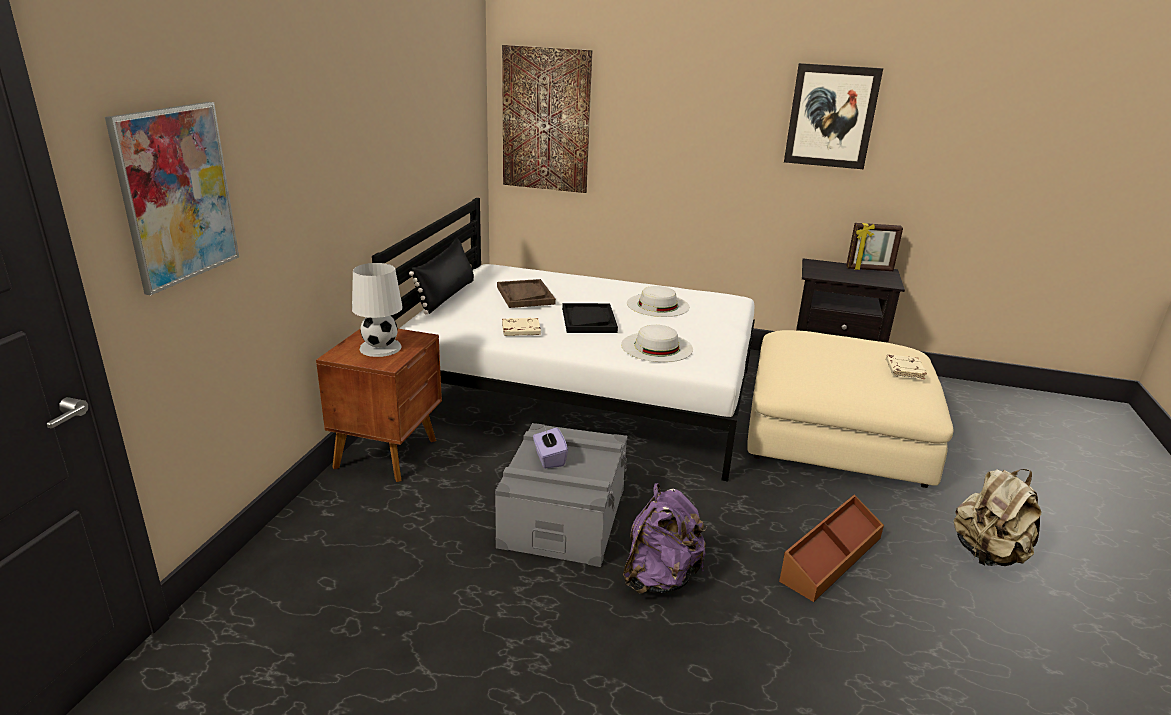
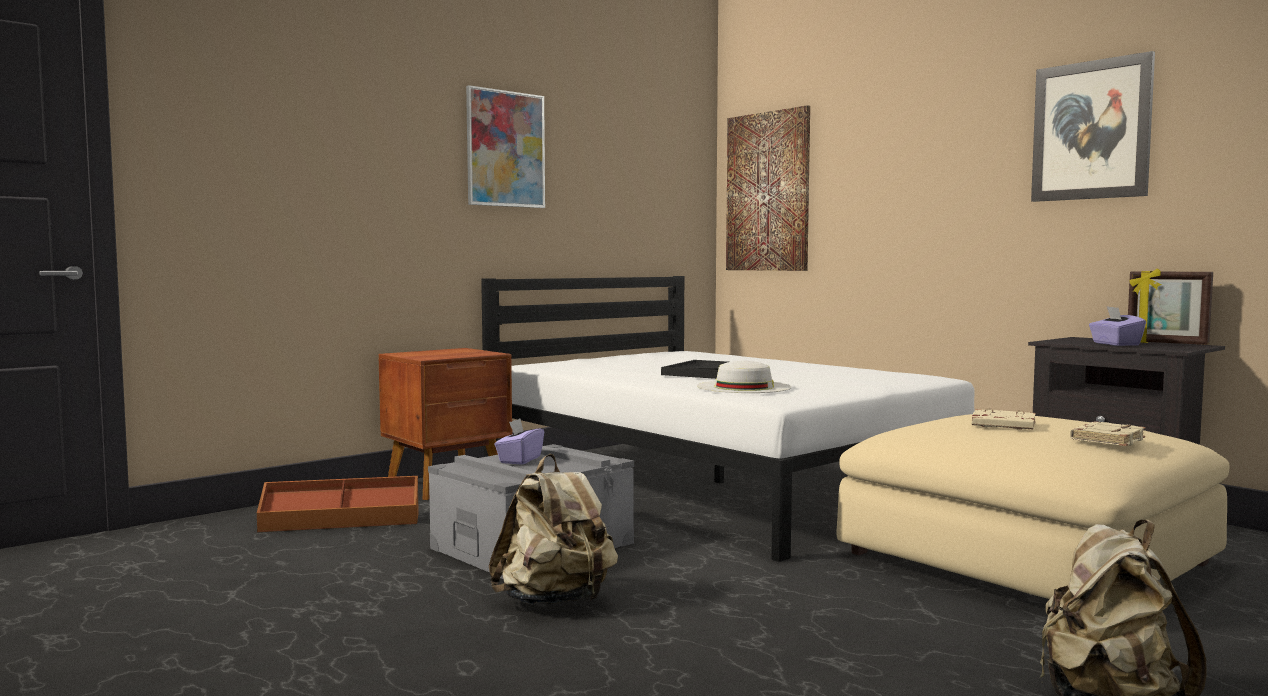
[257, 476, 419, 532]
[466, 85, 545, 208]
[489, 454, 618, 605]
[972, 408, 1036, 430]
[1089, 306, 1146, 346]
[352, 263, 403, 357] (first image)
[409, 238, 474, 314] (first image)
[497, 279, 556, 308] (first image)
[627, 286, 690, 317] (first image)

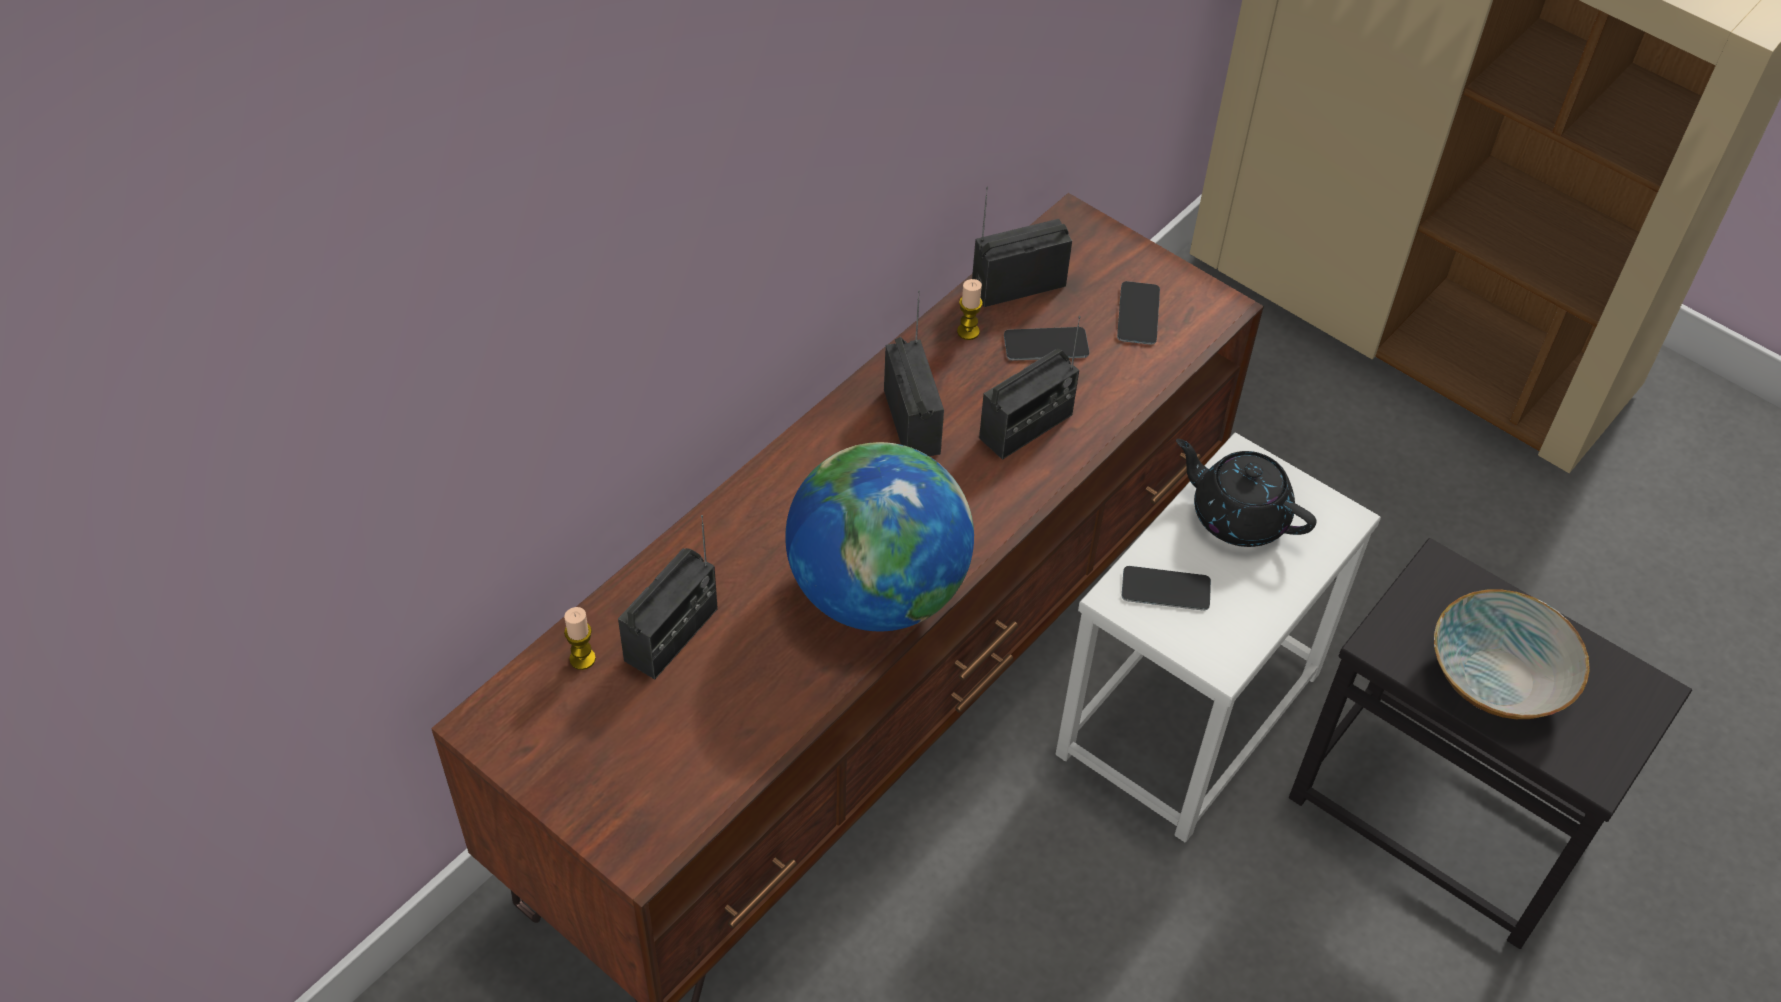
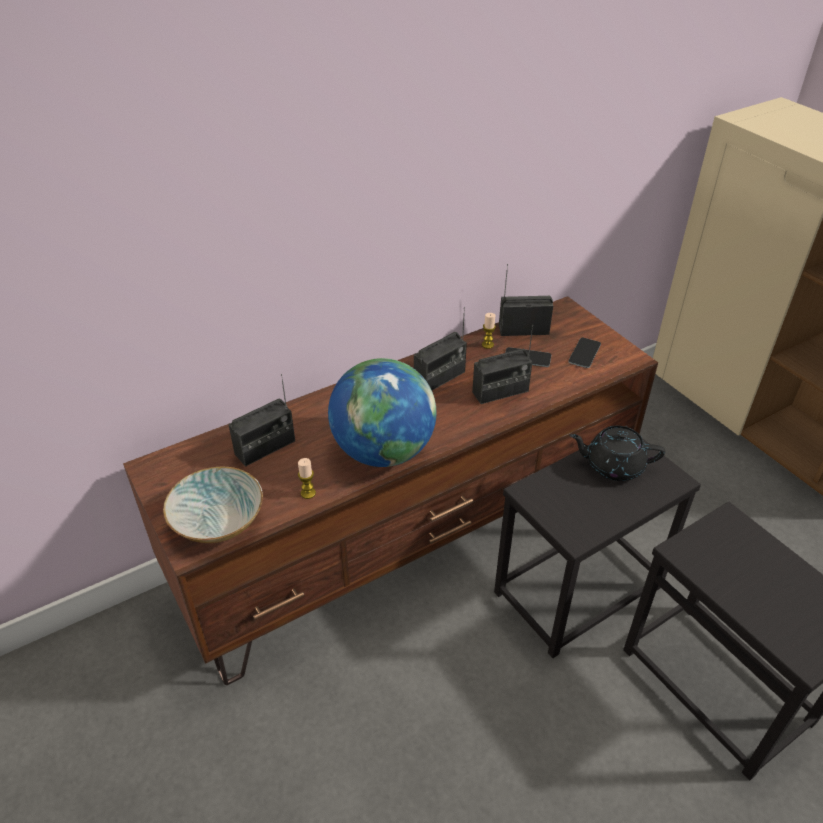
[163, 466, 263, 543]
[298, 458, 316, 499]
[414, 307, 467, 390]
[494, 426, 701, 658]
[569, 426, 665, 481]
[1122, 566, 1211, 611] (first image)

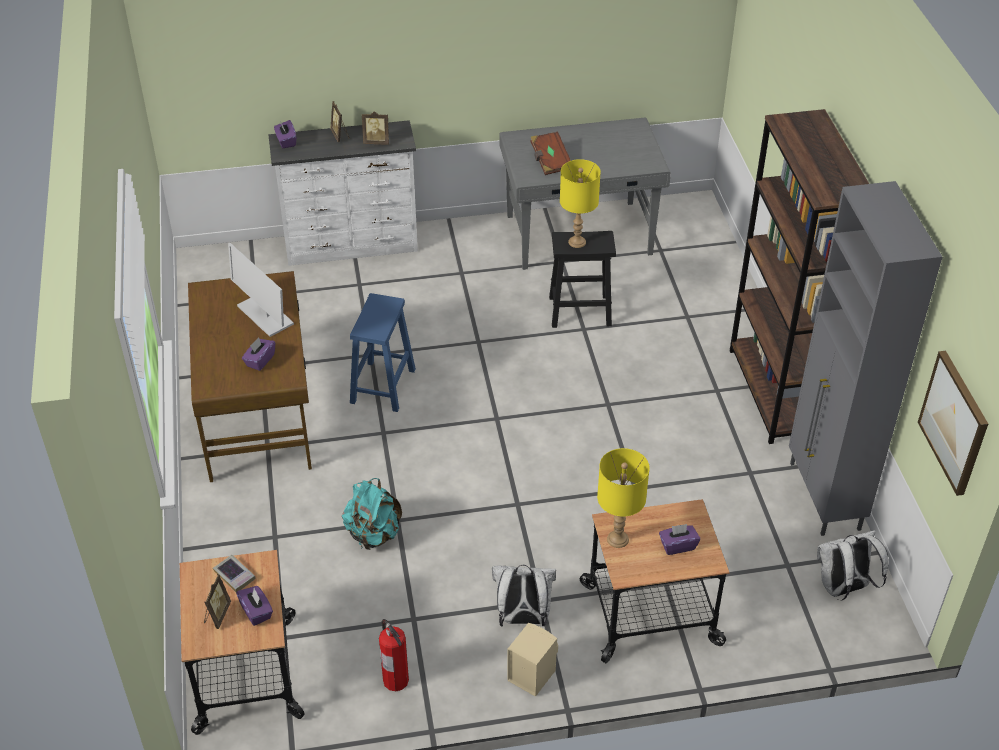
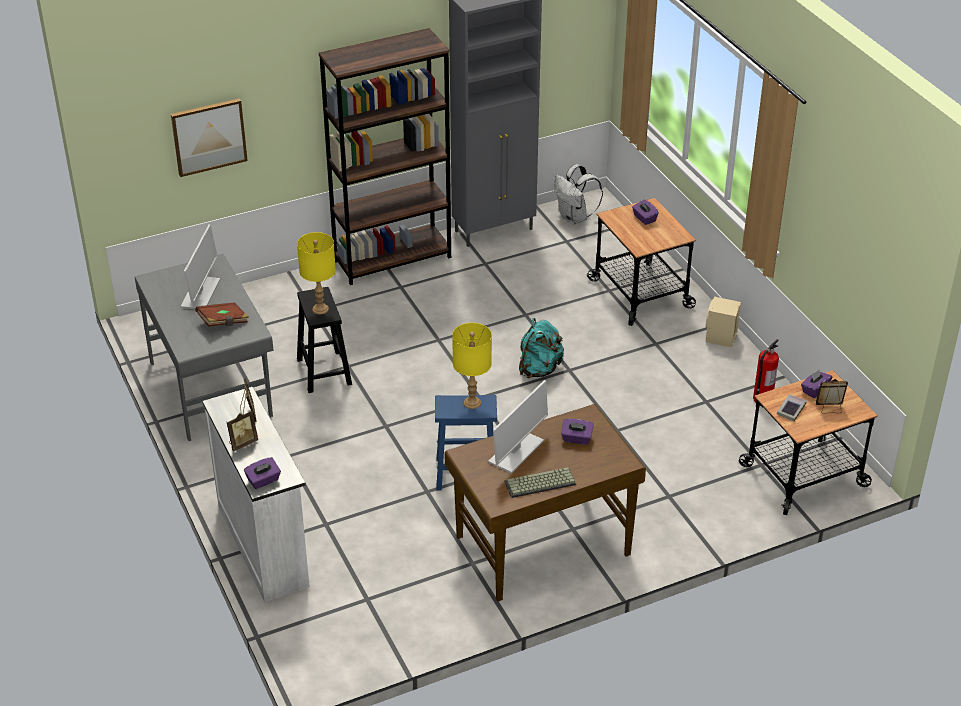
[171, 98, 248, 177]
[181, 224, 220, 309]
[452, 323, 492, 409]
[505, 467, 576, 498]
[519, 318, 564, 378]
[492, 565, 556, 627] (first image)

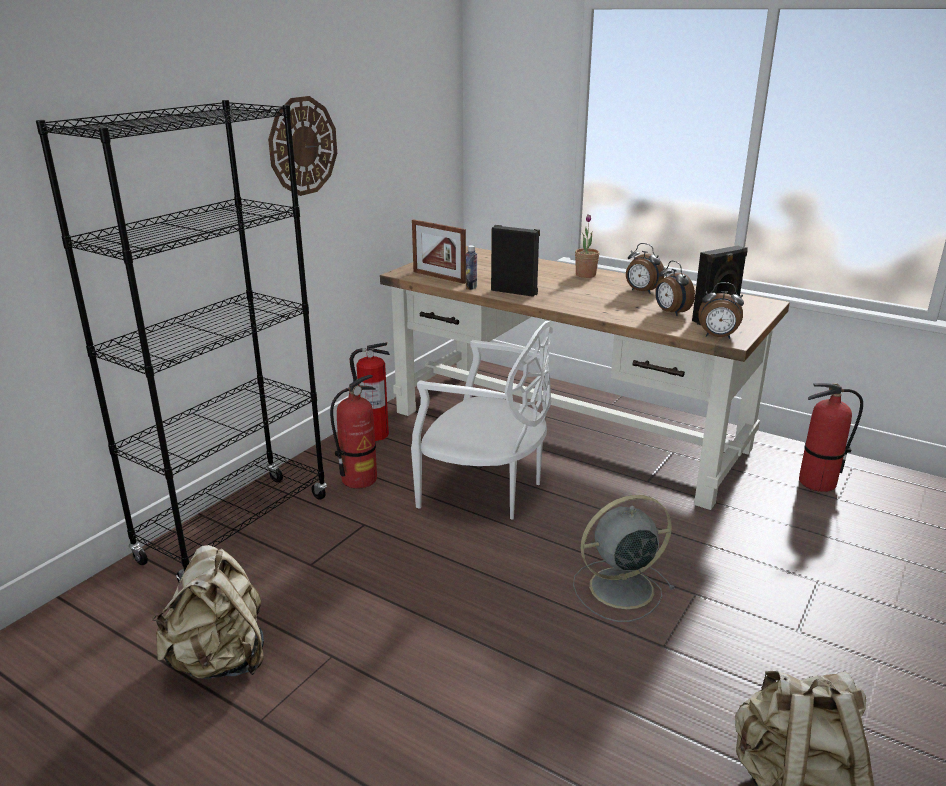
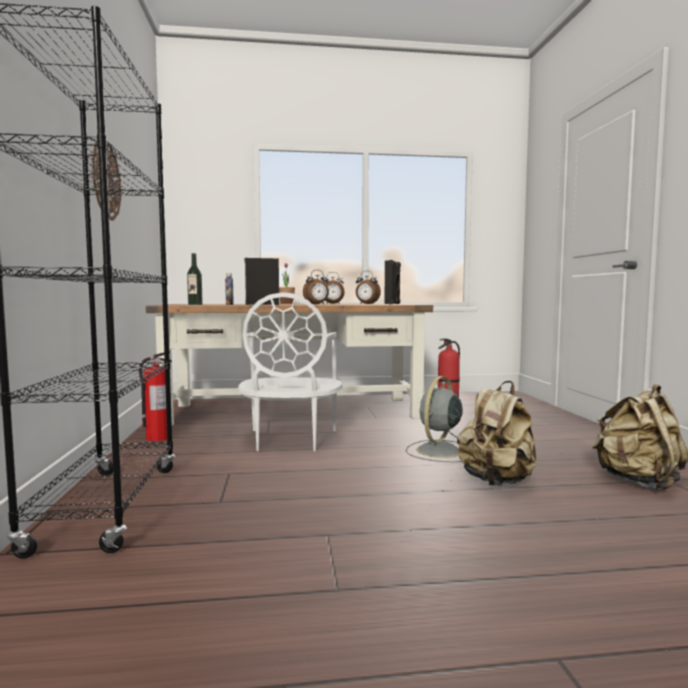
[187, 253, 203, 305]
[238, 292, 343, 451]
[303, 270, 329, 304]
[457, 381, 536, 486]
[330, 375, 377, 489] (first image)

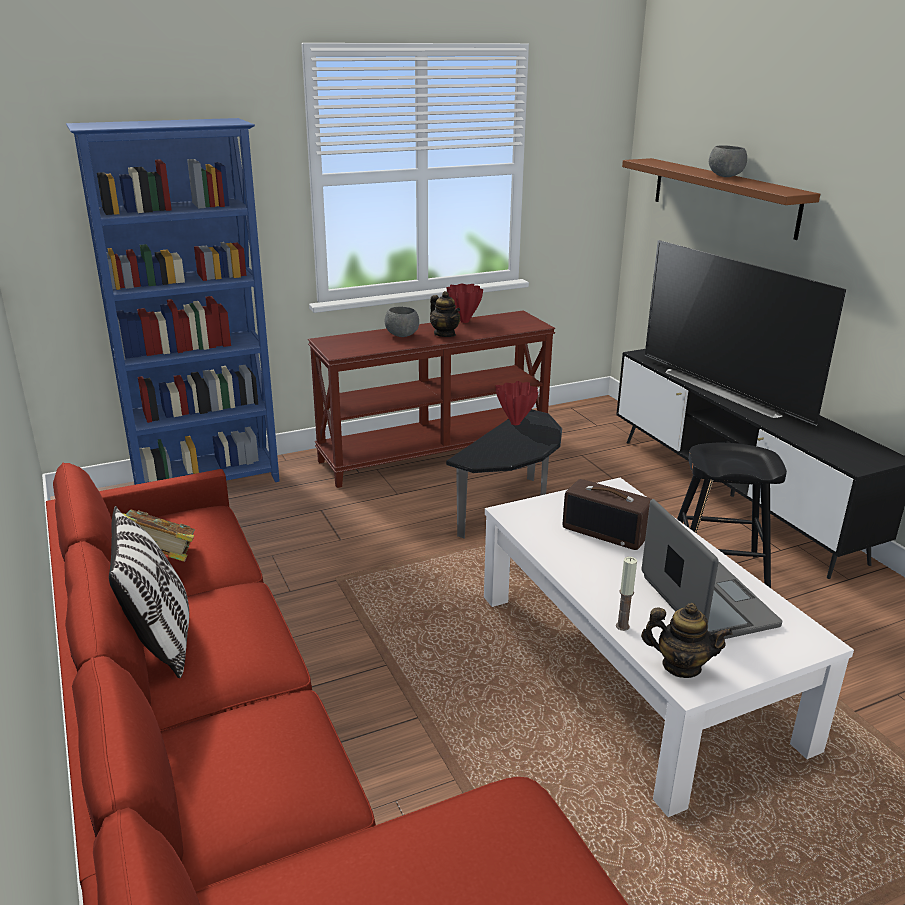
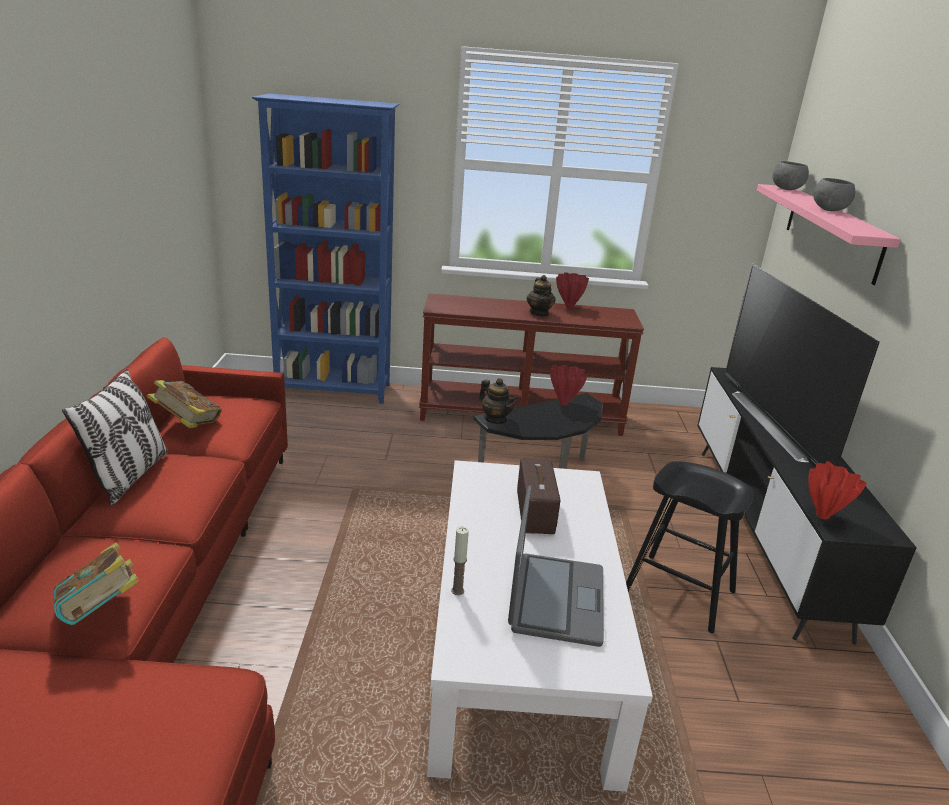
[54, 542, 139, 625]
[479, 378, 517, 424]
[517, 458, 561, 534]
[757, 184, 901, 285]
[773, 161, 809, 190]
[808, 461, 867, 519]

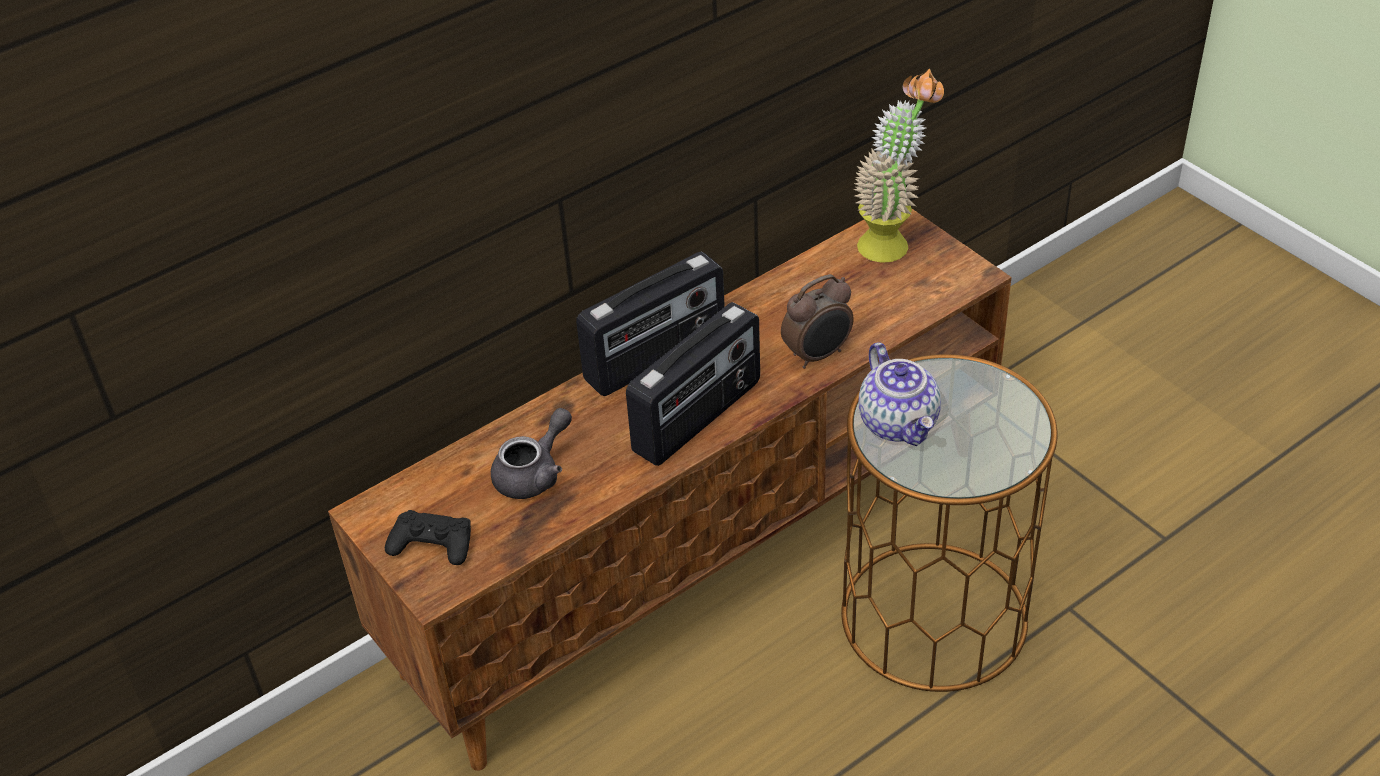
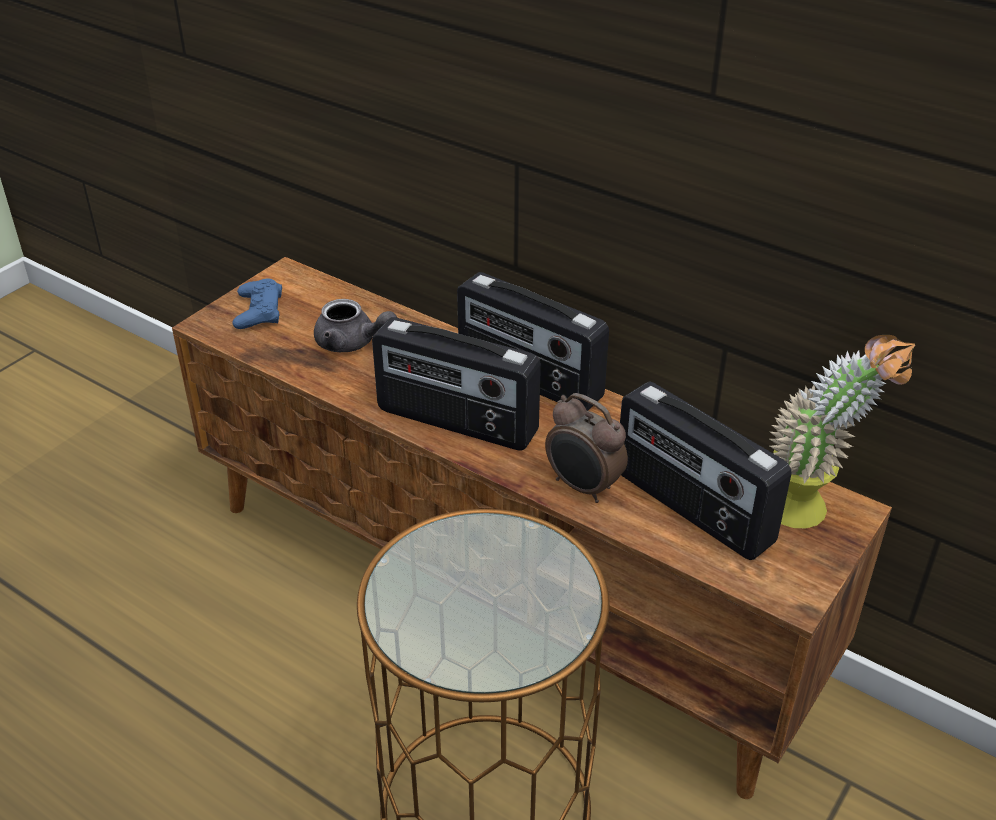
[232, 278, 282, 329]
[620, 381, 792, 560]
[859, 342, 941, 446] (first image)

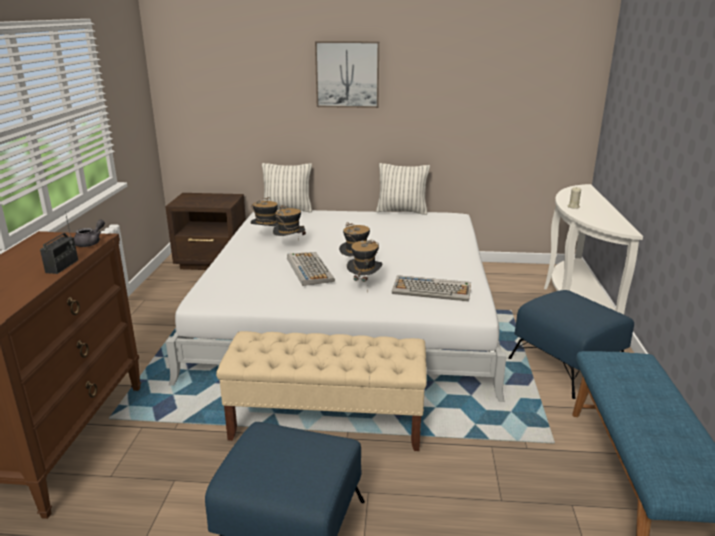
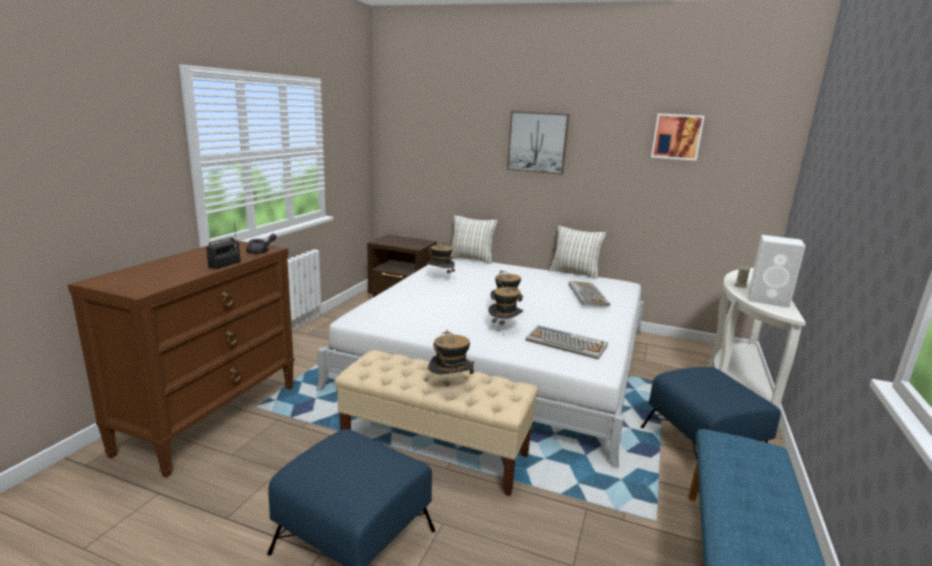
[428, 330, 474, 375]
[568, 281, 610, 306]
[651, 113, 705, 161]
[748, 235, 805, 308]

